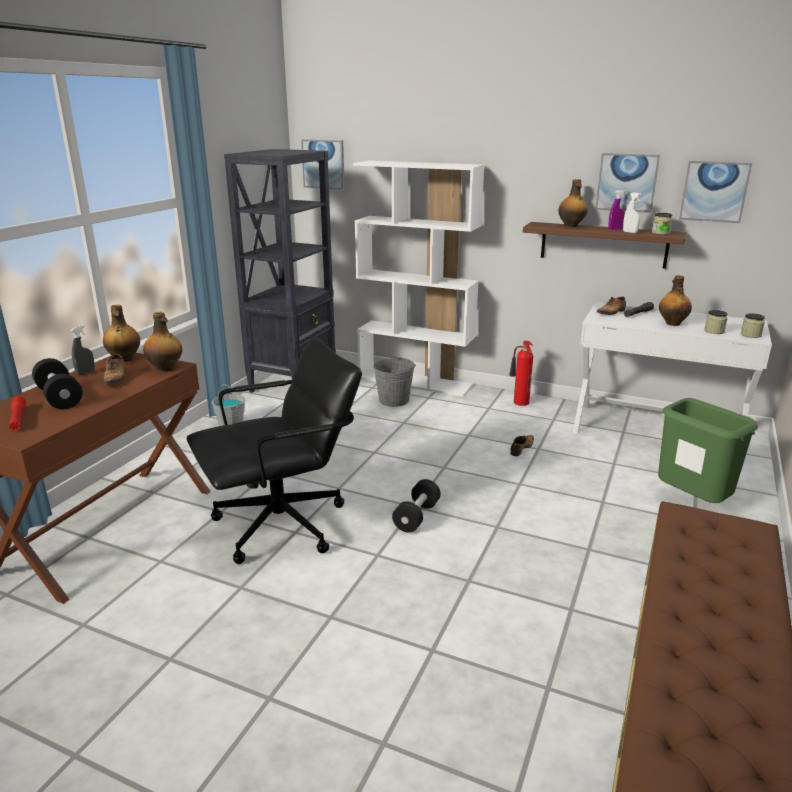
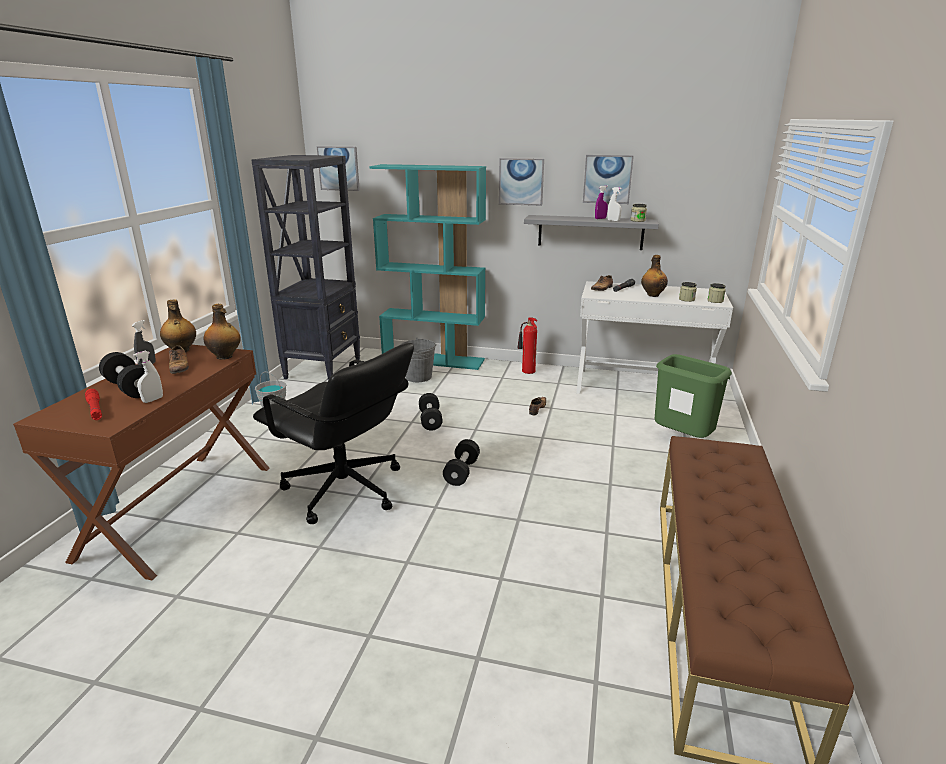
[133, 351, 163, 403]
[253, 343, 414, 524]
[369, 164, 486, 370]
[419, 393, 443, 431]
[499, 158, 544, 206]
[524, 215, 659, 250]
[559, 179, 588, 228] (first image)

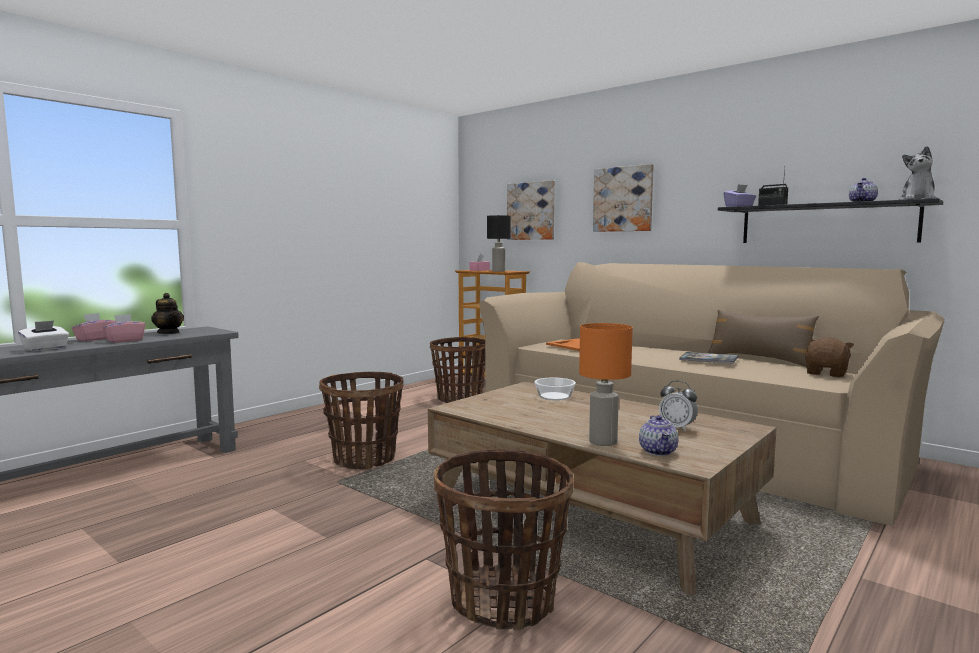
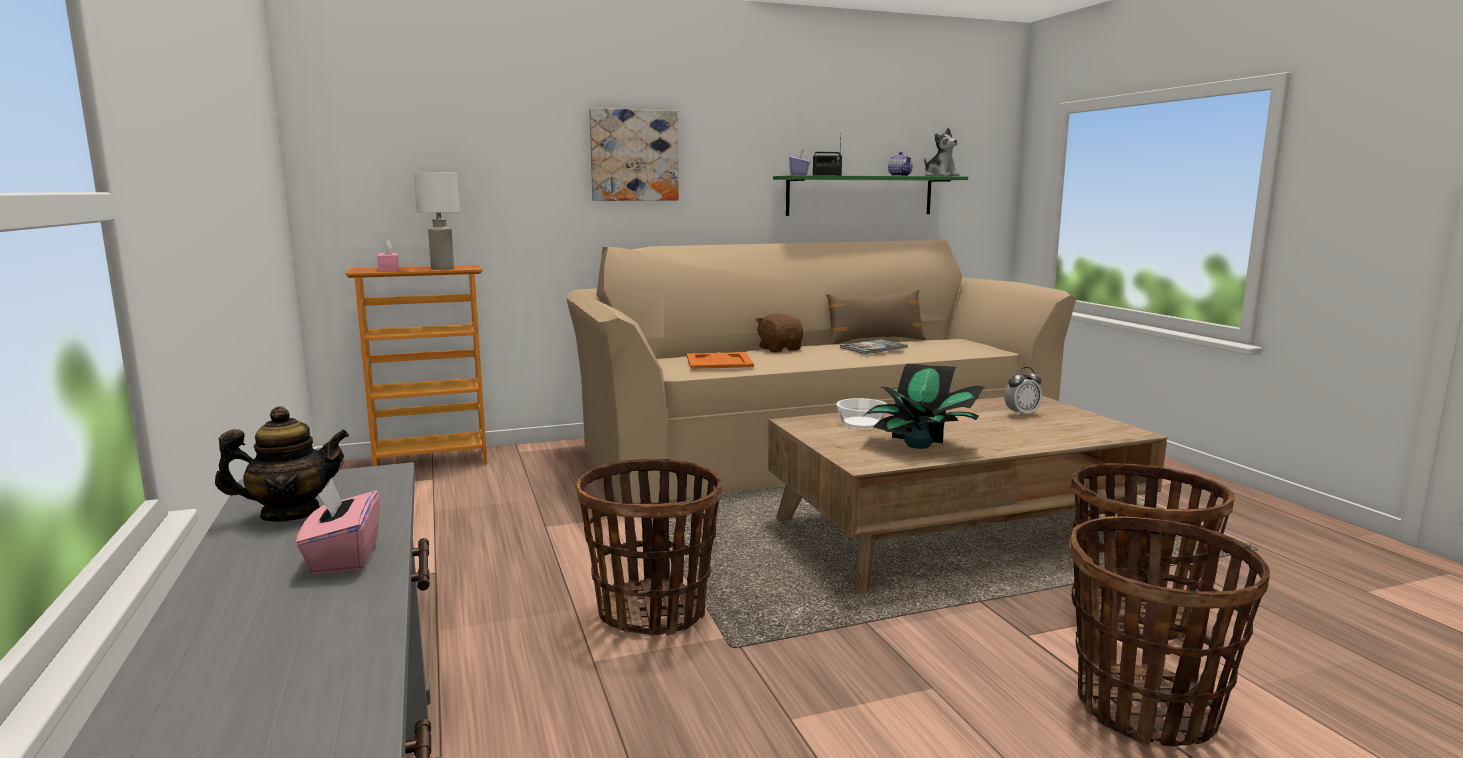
[414, 172, 460, 270]
[756, 313, 803, 352]
[773, 175, 968, 216]
[862, 364, 984, 449]
[1069, 516, 1270, 747]
[18, 320, 69, 351] (first image)
[71, 313, 116, 341] (first image)
[507, 180, 555, 240] (first image)
[579, 323, 633, 446] (first image)
[639, 415, 679, 456] (first image)

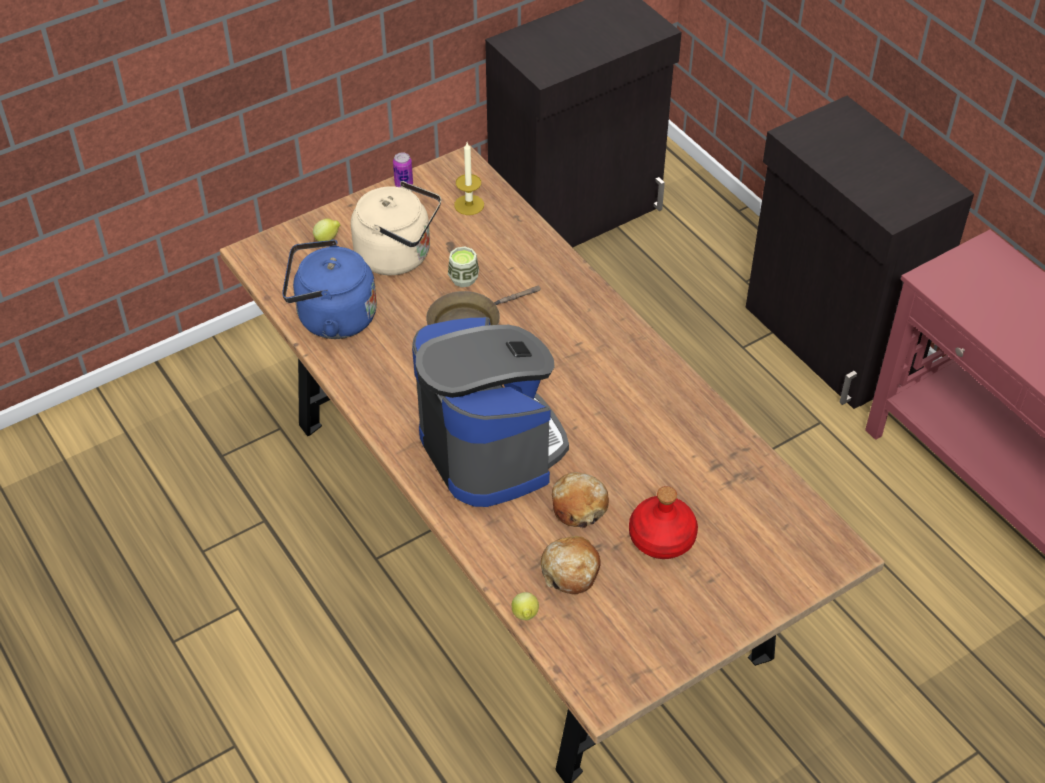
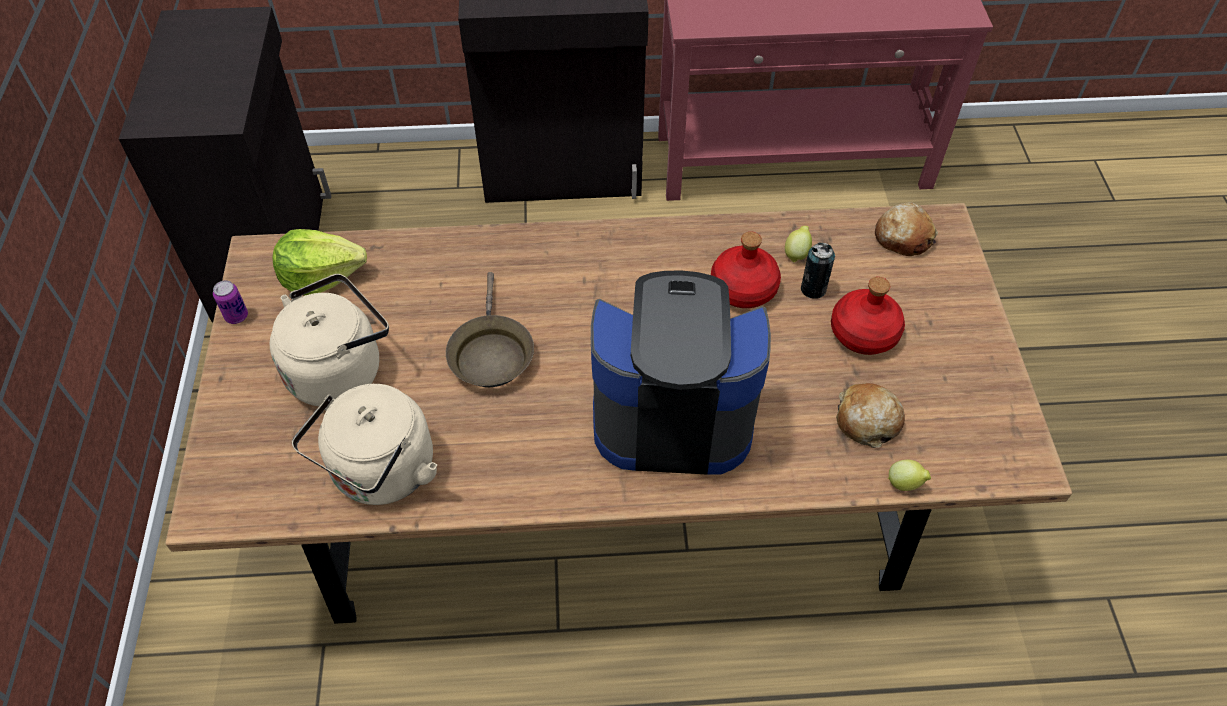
[273, 229, 367, 295]
[292, 384, 437, 505]
[711, 232, 781, 308]
[785, 226, 812, 263]
[801, 243, 835, 299]
[875, 202, 938, 256]
[448, 247, 479, 287] (first image)

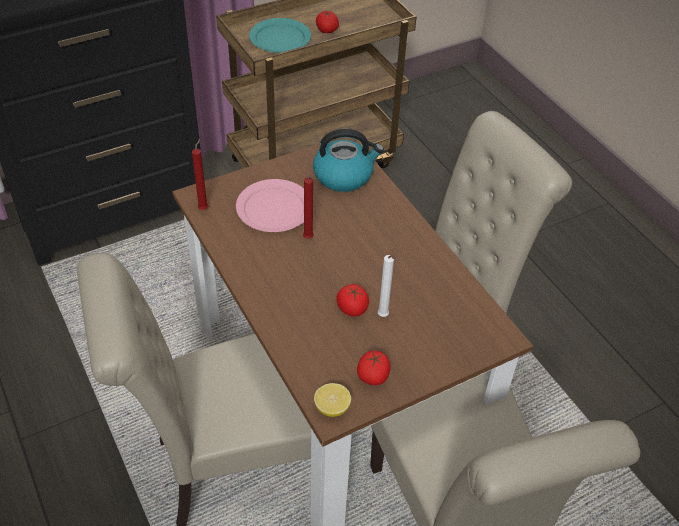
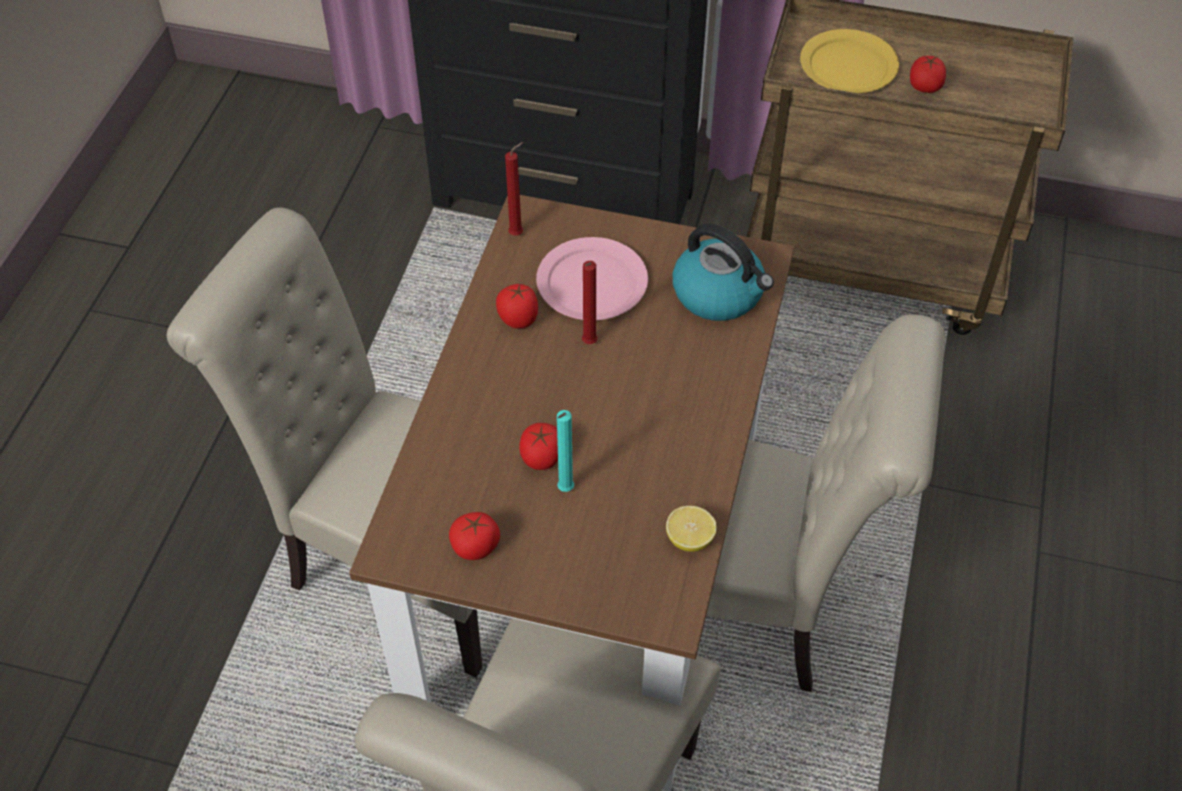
[496, 284, 538, 329]
[557, 410, 574, 492]
[666, 506, 717, 552]
[800, 29, 899, 93]

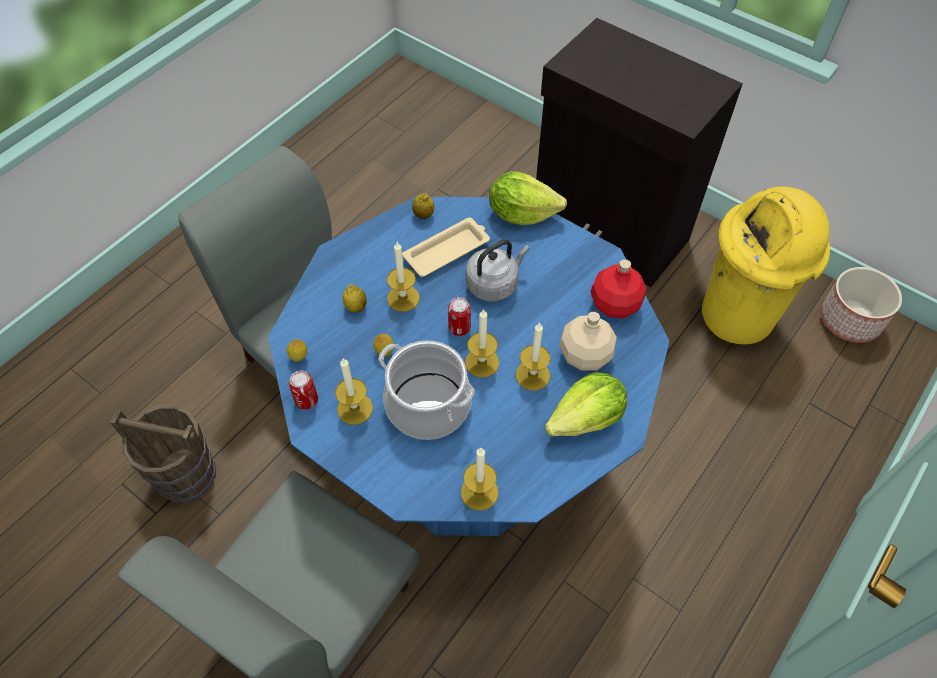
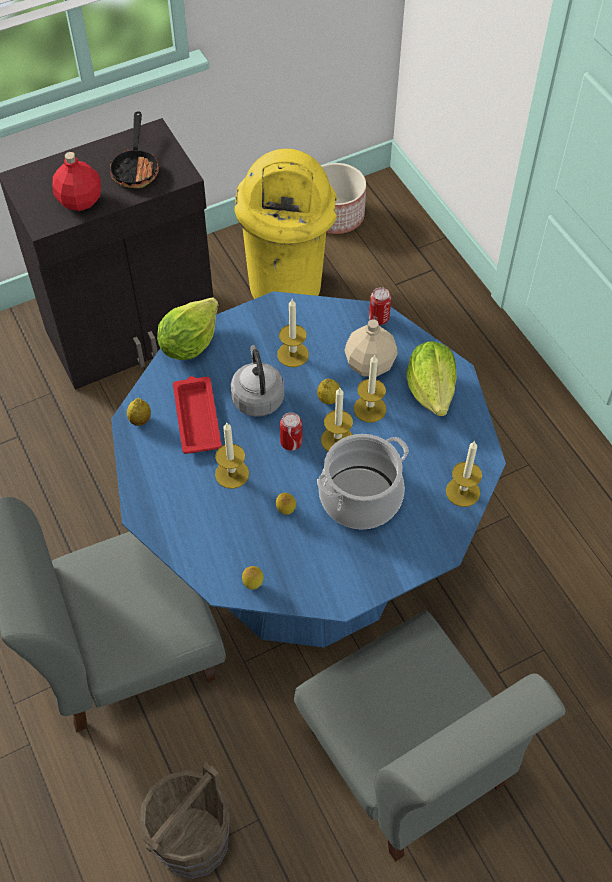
[52, 152, 101, 211]
[109, 111, 159, 189]
[173, 376, 222, 454]
[277, 298, 309, 367]
[317, 379, 340, 404]
[369, 287, 391, 325]

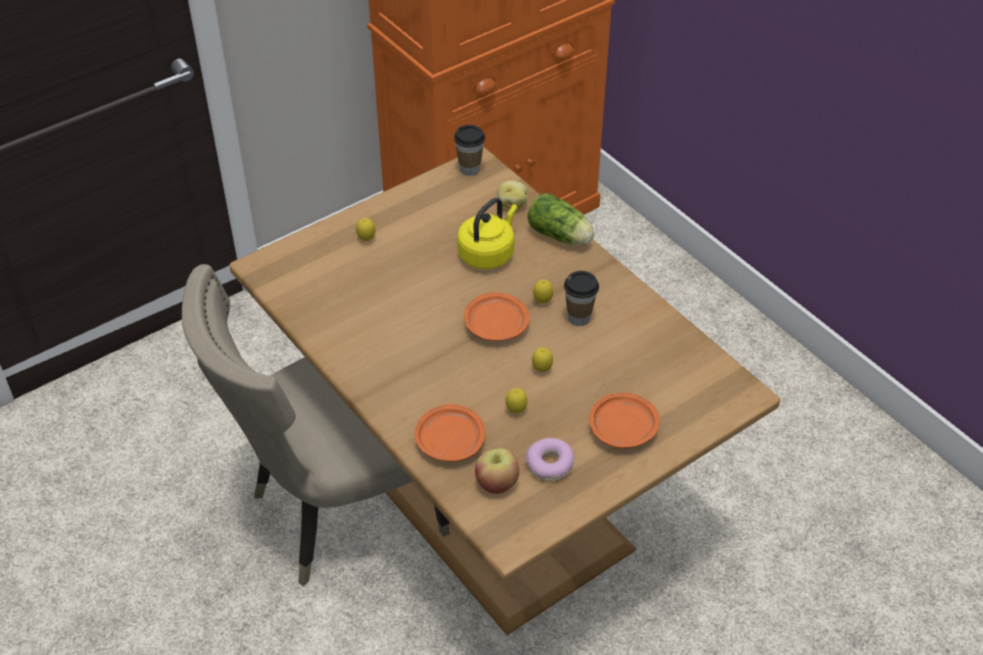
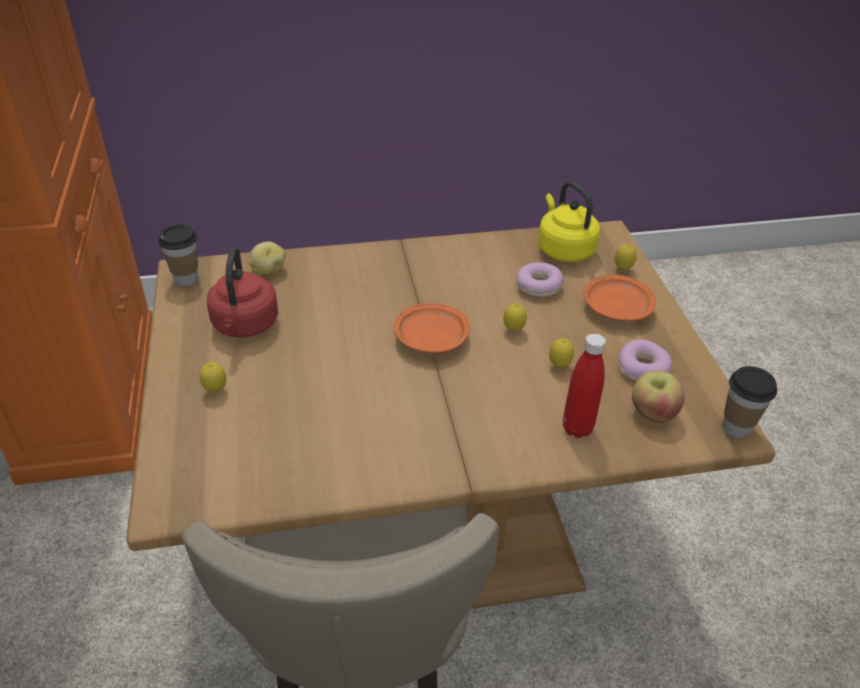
[207, 247, 278, 338]
[517, 262, 564, 297]
[538, 181, 600, 262]
[563, 333, 606, 438]
[615, 244, 637, 270]
[722, 366, 777, 438]
[527, 193, 594, 245] (first image)

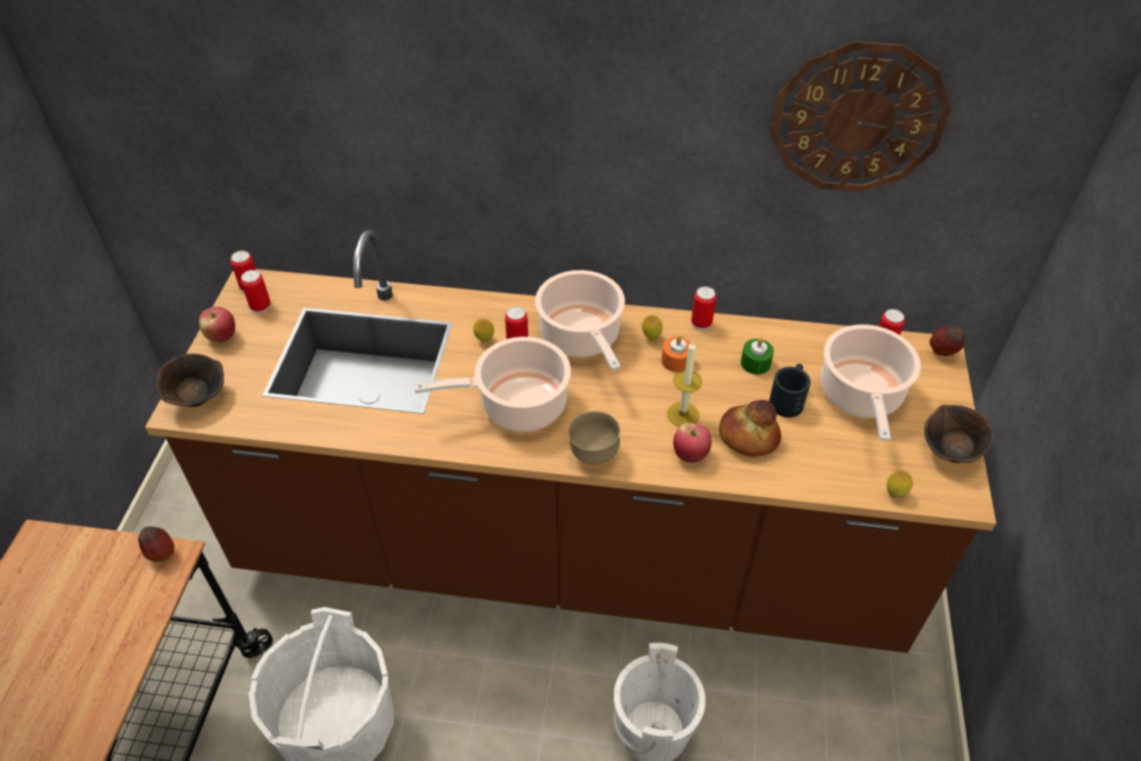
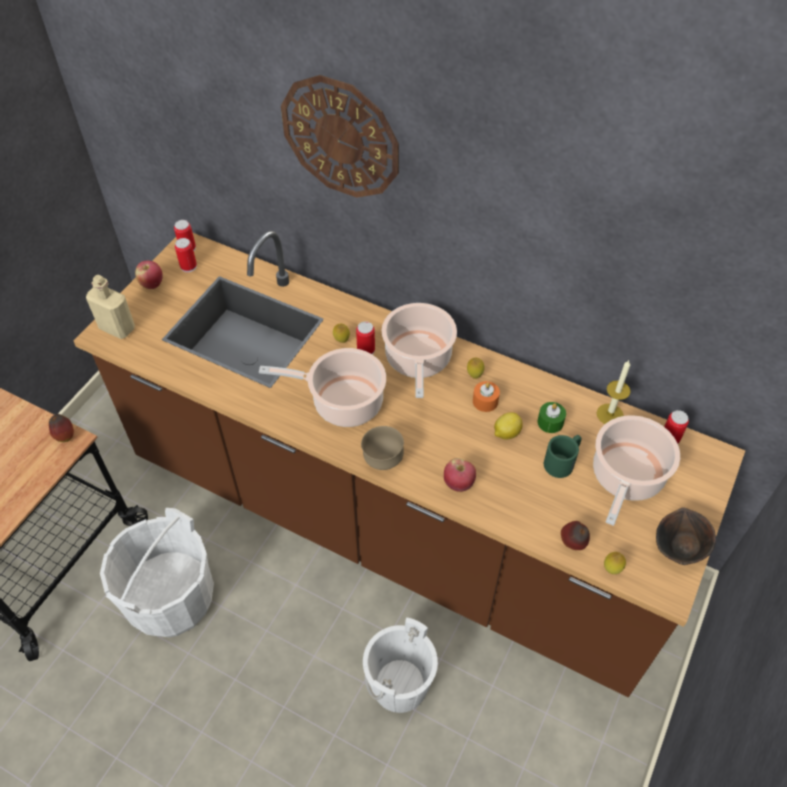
[86, 275, 135, 339]
[281, 75, 399, 198]
[494, 412, 523, 440]
[544, 435, 582, 478]
[561, 521, 590, 550]
[597, 360, 631, 424]
[691, 286, 716, 330] (first image)
[719, 400, 781, 457] (first image)

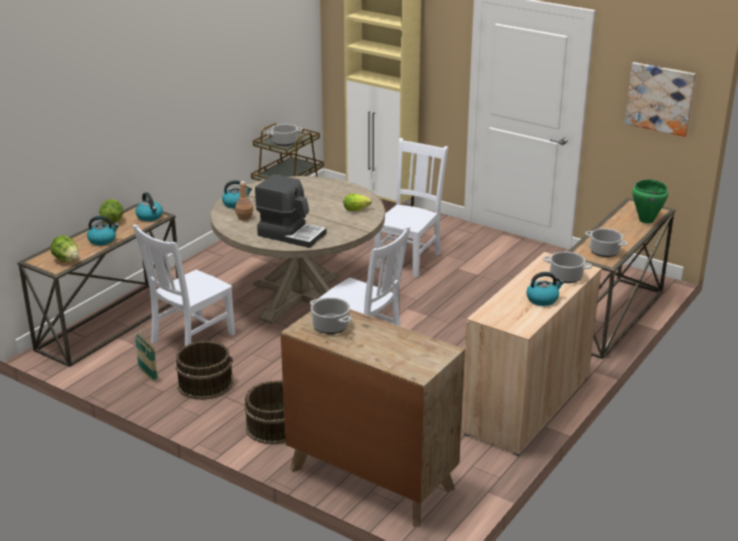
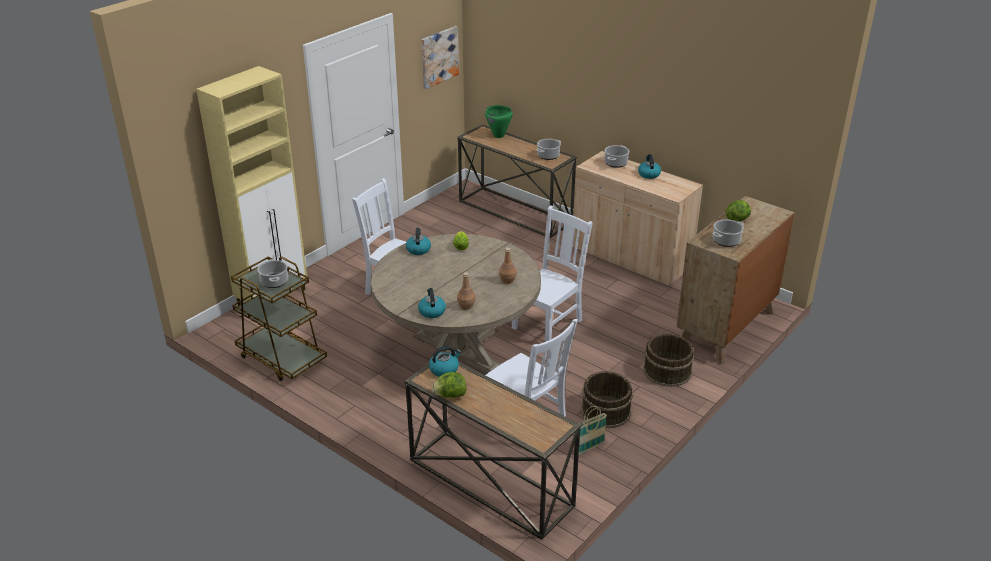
[406, 228, 431, 255]
[499, 248, 517, 284]
[725, 200, 751, 222]

